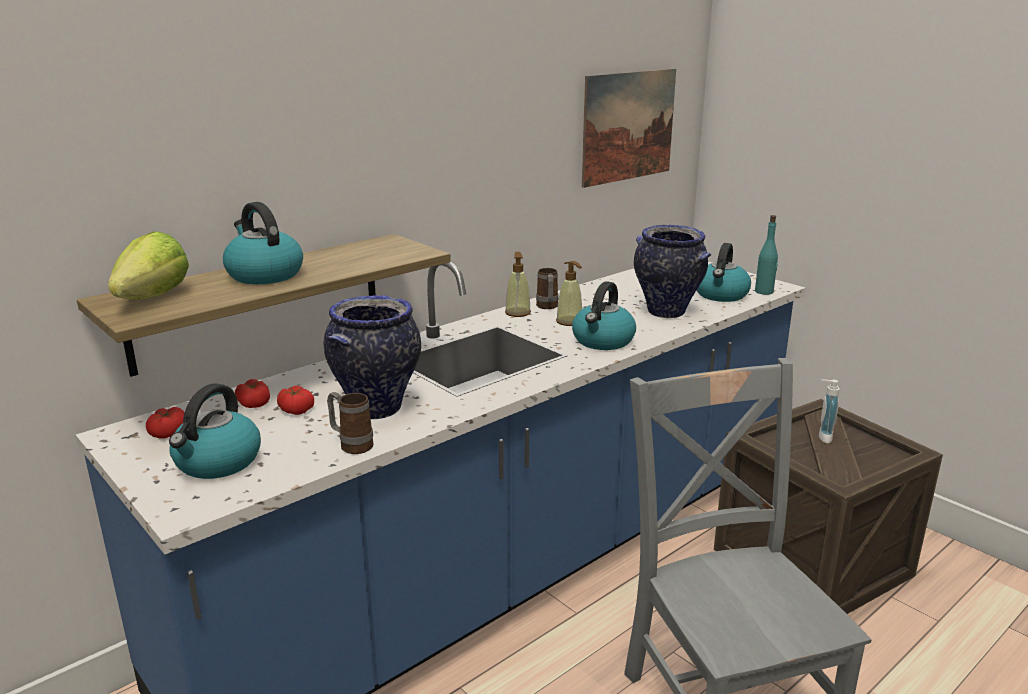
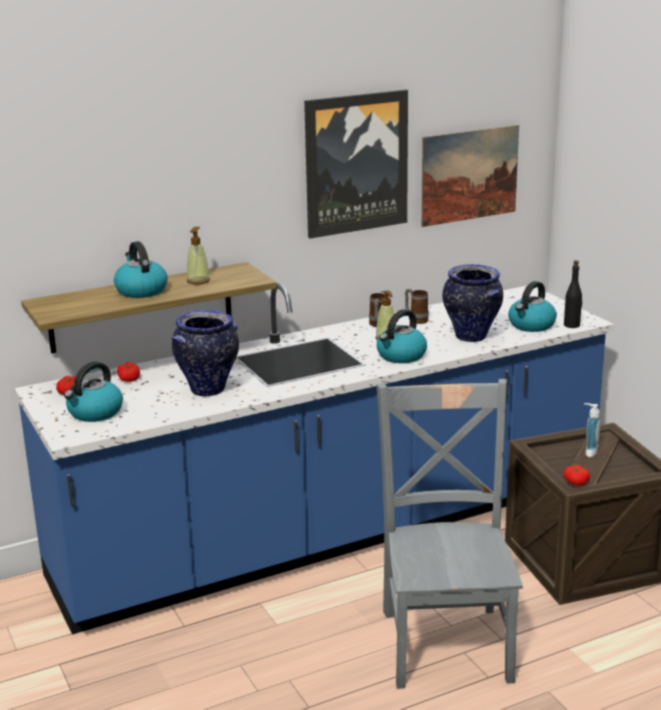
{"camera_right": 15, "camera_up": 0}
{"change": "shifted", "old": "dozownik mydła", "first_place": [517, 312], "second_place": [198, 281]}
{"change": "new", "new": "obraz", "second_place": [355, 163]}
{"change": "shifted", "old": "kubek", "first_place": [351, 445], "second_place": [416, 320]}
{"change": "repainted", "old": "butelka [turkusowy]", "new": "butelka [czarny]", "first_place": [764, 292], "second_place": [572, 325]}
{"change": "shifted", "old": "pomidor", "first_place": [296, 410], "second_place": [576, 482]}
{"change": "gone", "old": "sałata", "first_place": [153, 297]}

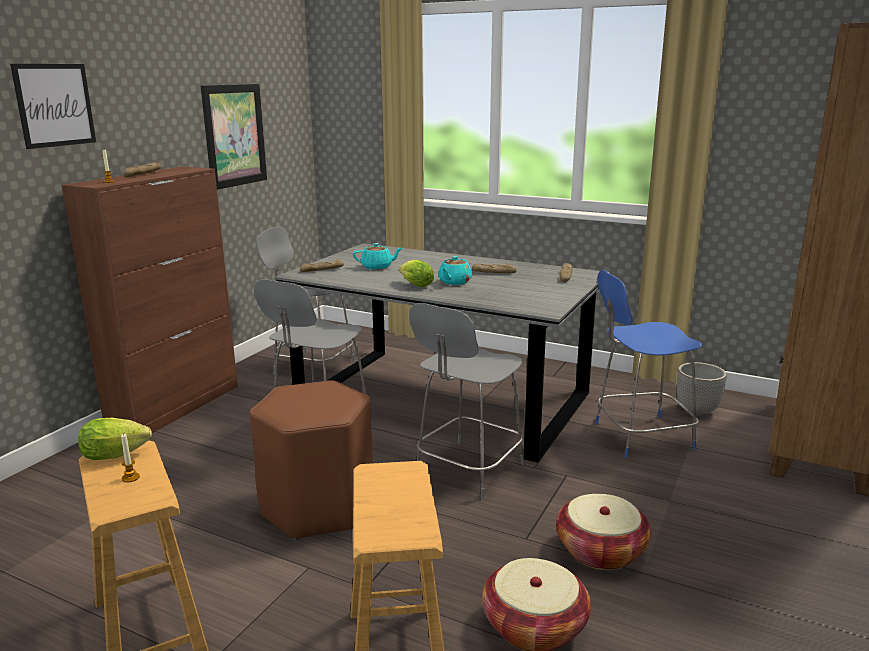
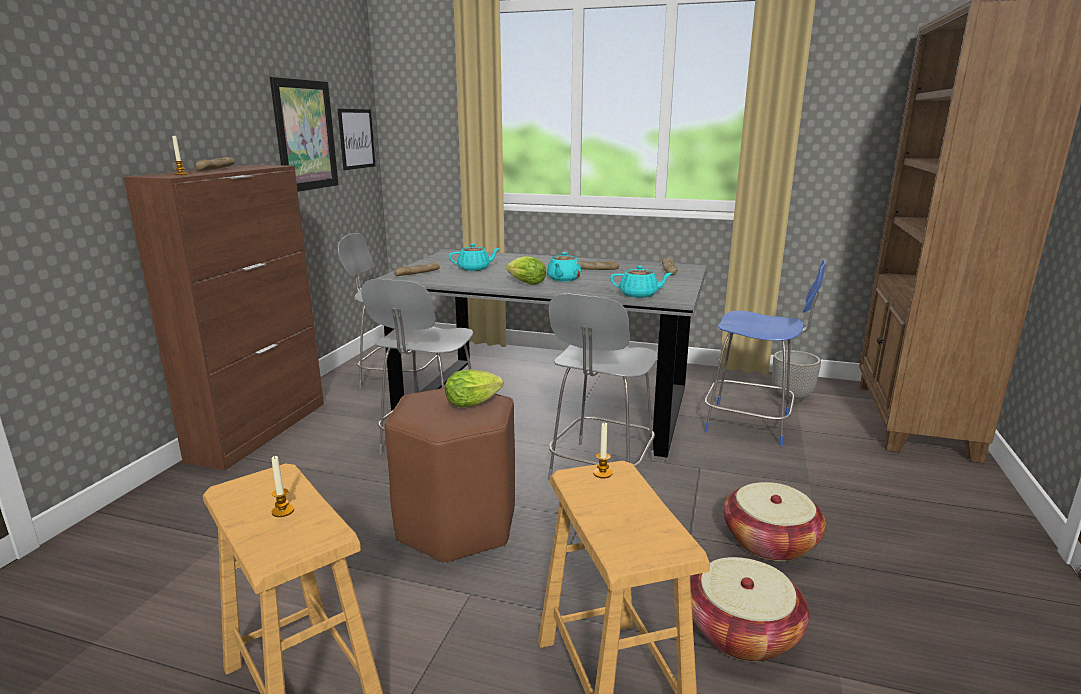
{"camera_right": -10, "camera_up": 0}
{"change": "shifted", "old": "obraz", "first_place": [54, 105], "second_place": [356, 139]}
{"change": "shifted", "old": "sałata", "first_place": [119, 455], "second_place": [475, 403]}
{"change": "new", "new": "świeca", "second_place": [602, 473]}
{"change": "new", "new": "imbryk [turkusowy]", "second_place": [639, 295]}
{"change": "rotated", "old": "krzesło [niebieski]", "first_place": [639, 436], "second_place": [751, 424], "degrees": -135}

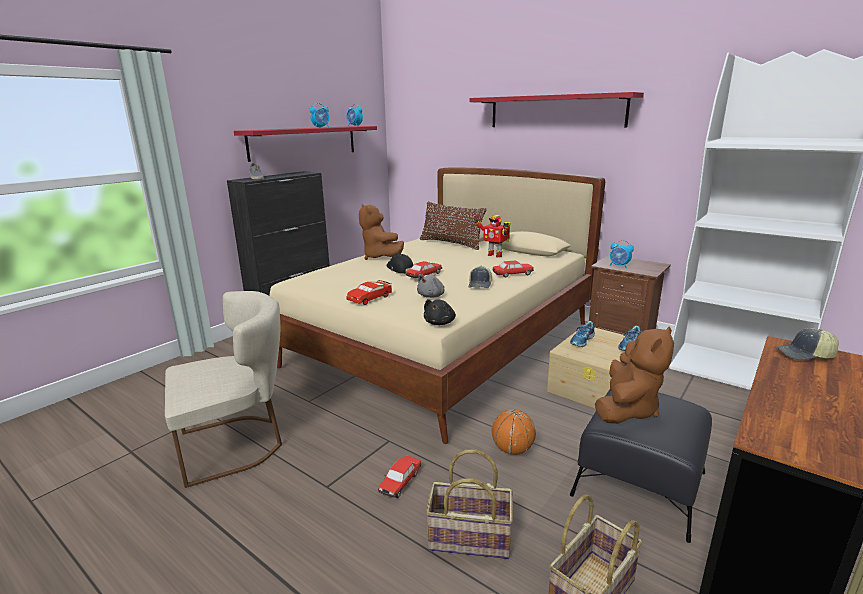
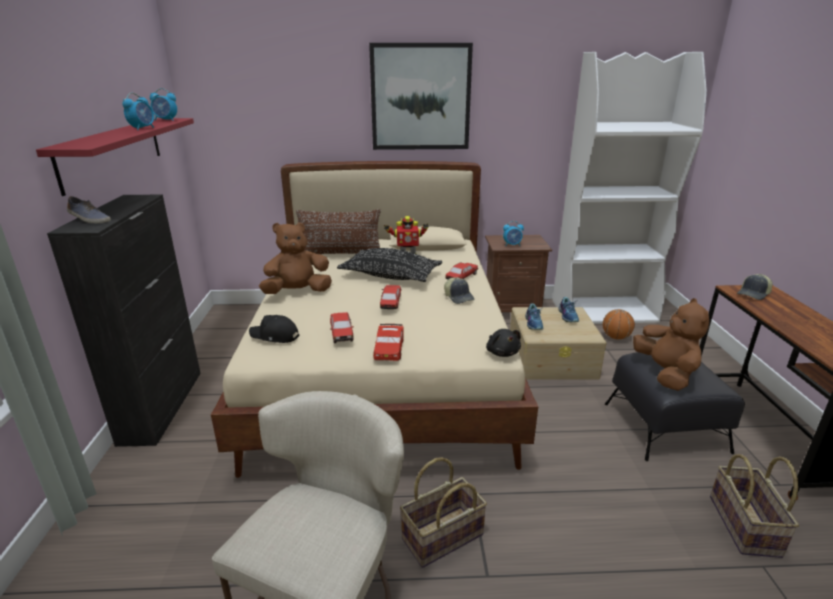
{"camera_right": -40, "camera_up": 5}
{"change": "shifted", "old": "czapka z daszkiem [czarny]", "first_place": [399, 269], "second_place": [274, 336]}
{"change": "rotated", "old": "pluszak [brązowy]", "first_place": [380, 257], "second_place": [297, 292], "degrees": 135}
{"change": "shifted", "old": "samochodzik", "first_place": [400, 482], "second_place": [341, 333]}
{"change": "new", "new": "poduszka [czarny]", "second_place": [390, 276]}
{"change": "swapped", "old": "półka [czerwony]", "new": "obraz", "first_place": [555, 111], "second_place": [420, 97]}
{"change": "shifted", "old": "koszyk", "first_place": [469, 539], "second_place": [443, 538]}
{"change": "shifted", "old": "piłka do koszykówki", "first_place": [512, 450], "second_place": [615, 337]}
{"change": "gone", "old": "pluszak [szary]", "first_place": [432, 296]}

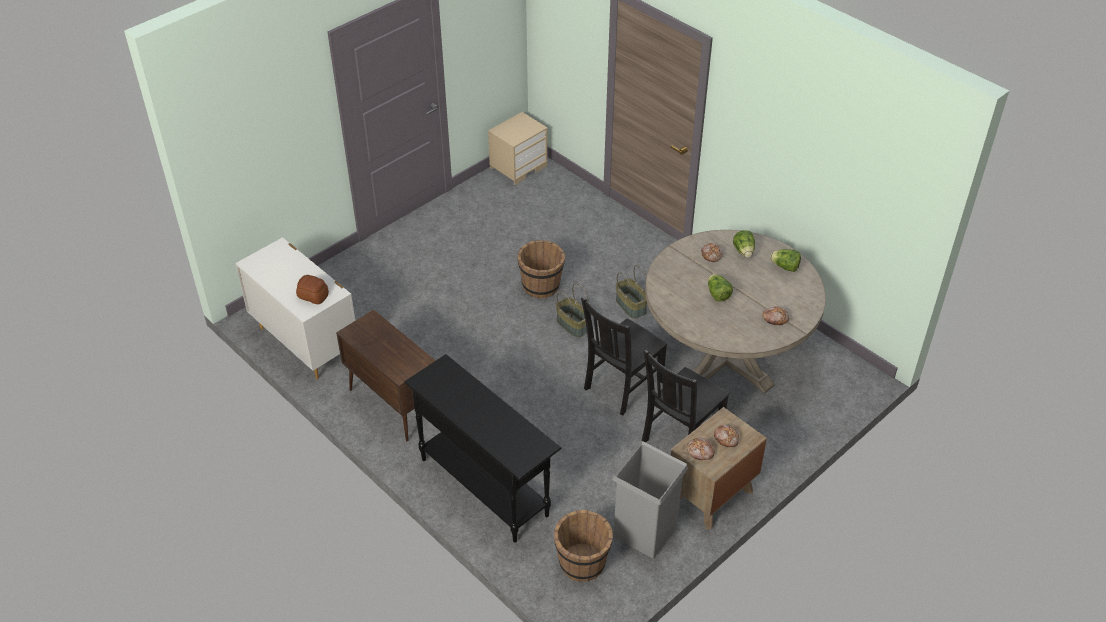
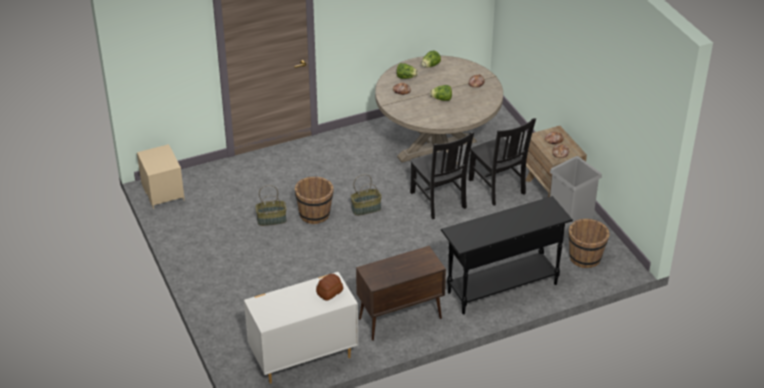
{"camera_right": -70, "camera_up": -5}
{"change": "shifted", "old": "koszyk", "first_place": [631, 306], "second_place": [272, 219]}

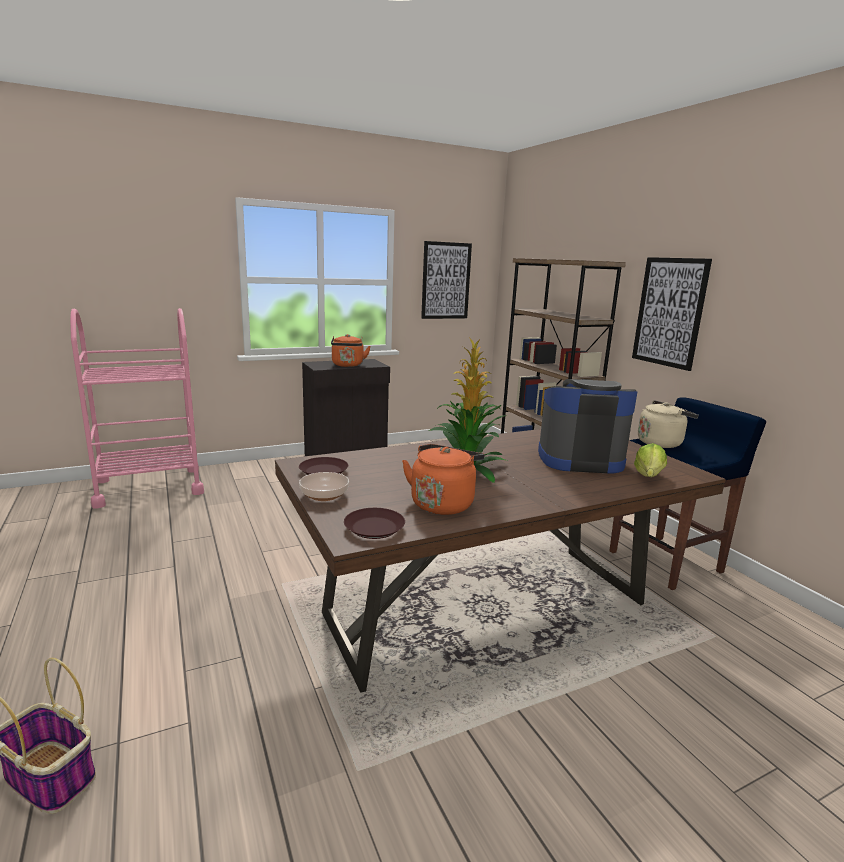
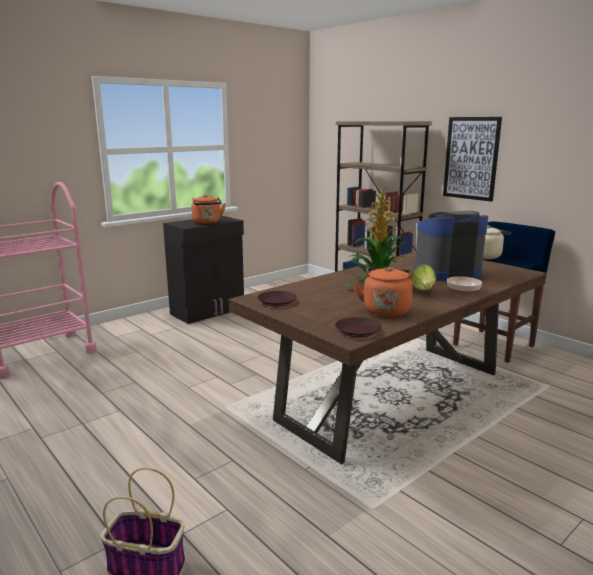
{"camera_right": -15, "camera_up": 0}
{"change": "shifted", "old": "sałata", "first_place": [647, 478], "second_place": [423, 292]}
{"change": "shifted", "old": "miska", "first_place": [324, 495], "second_place": [463, 291]}
{"change": "gone", "old": "obraz", "first_place": [446, 281]}

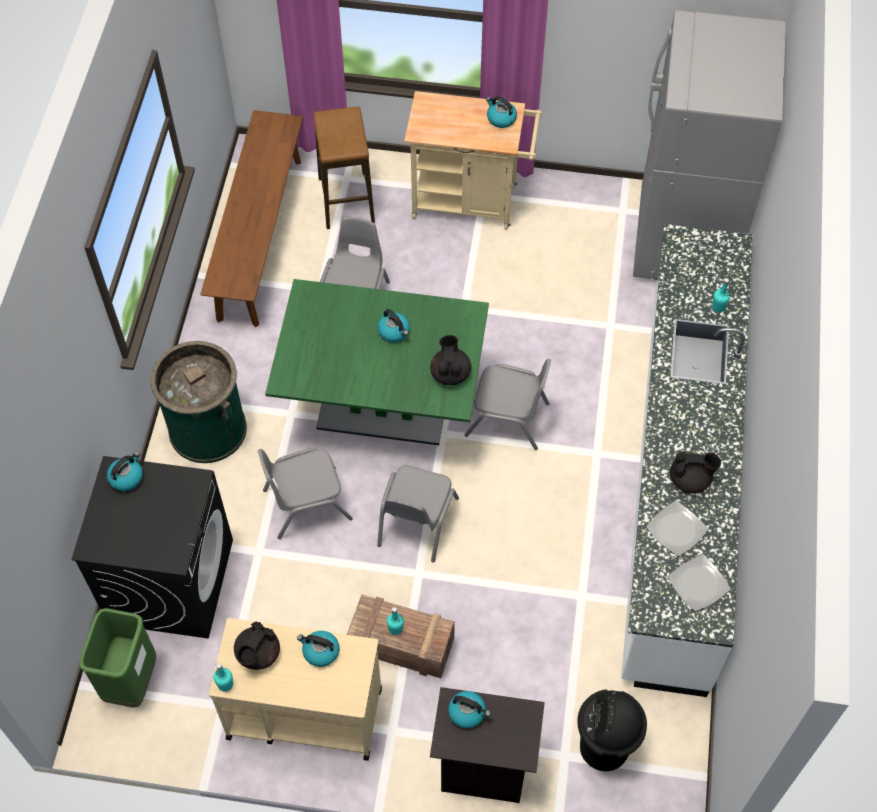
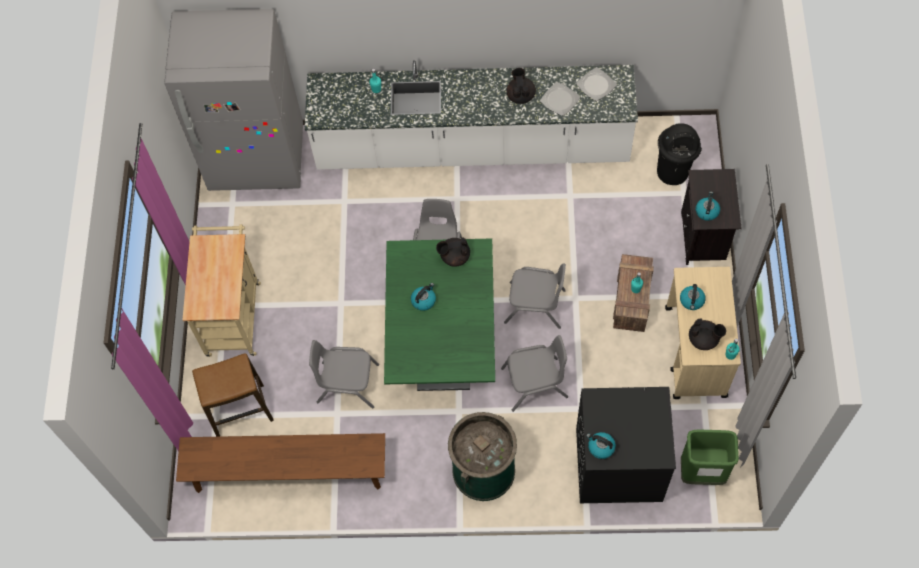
{"camera_right": -95, "camera_up": 5}
{"change": "rotated", "old": "krzesło [szary]", "first_place": [306, 503], "second_place": [535, 383], "degrees": -75}
{"change": "gone", "old": "czajnik", "first_place": [500, 118]}

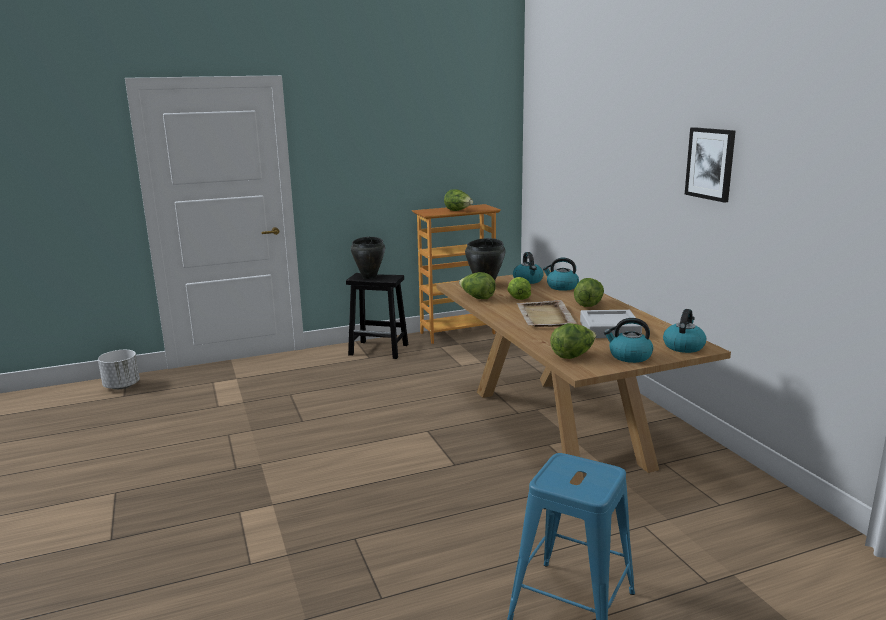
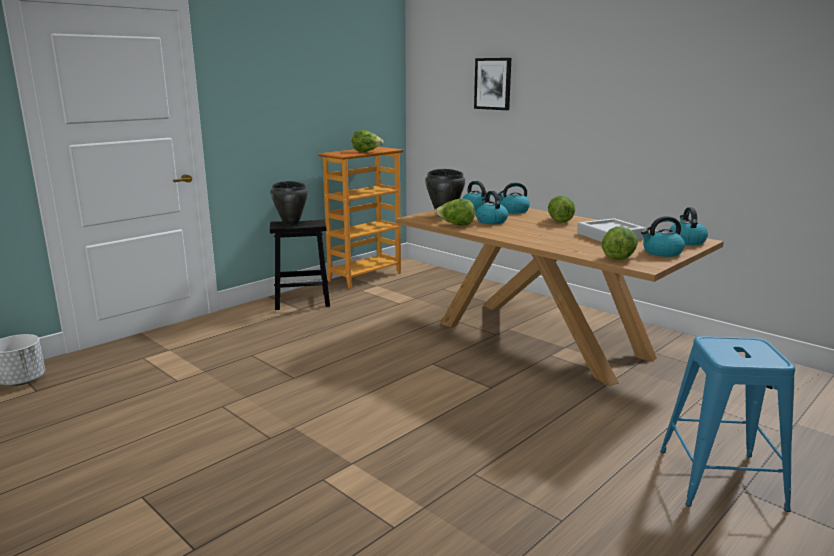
{"camera_right": -25, "camera_up": 0}
{"change": "shifted", "old": "obraz", "first_place": [710, 163], "second_place": [493, 84]}
{"change": "swapped", "old": "sałata", "new": "czajnik", "first_place": [518, 297], "second_place": [491, 221]}
{"change": "gone", "old": "taca [beżowy]", "first_place": [545, 316]}

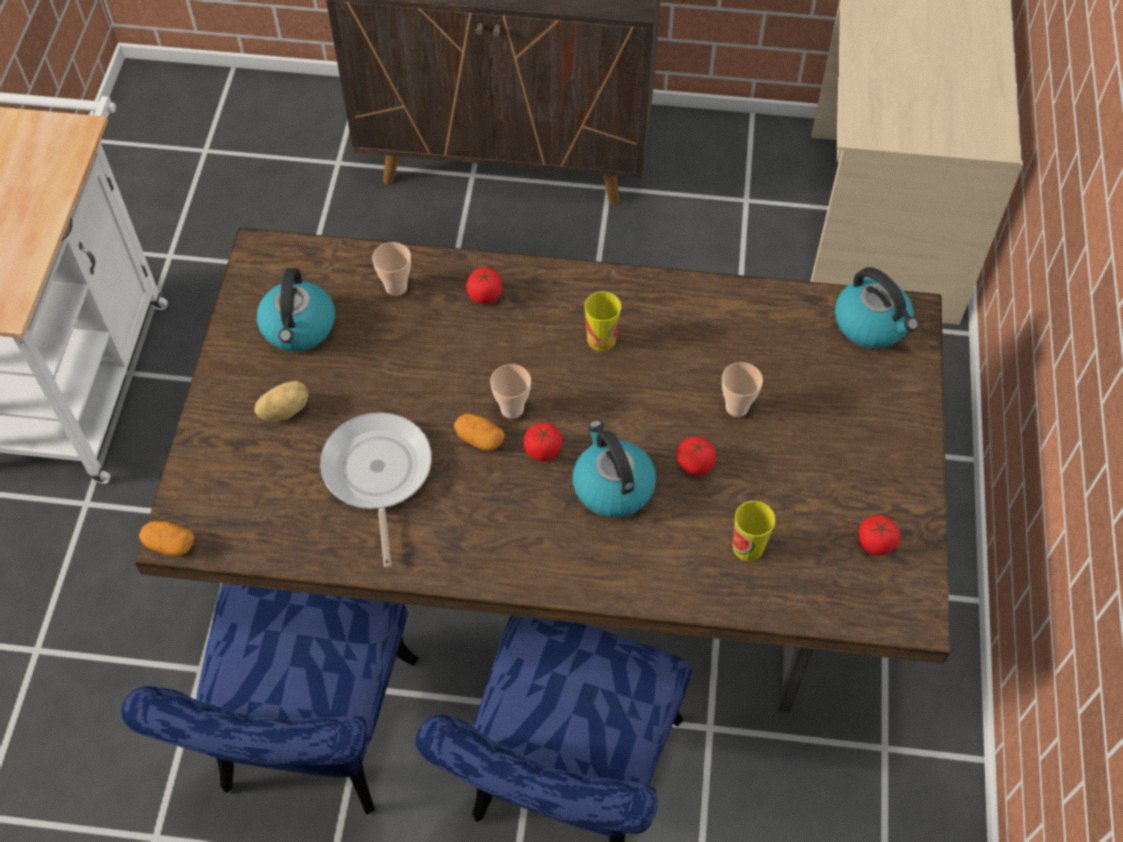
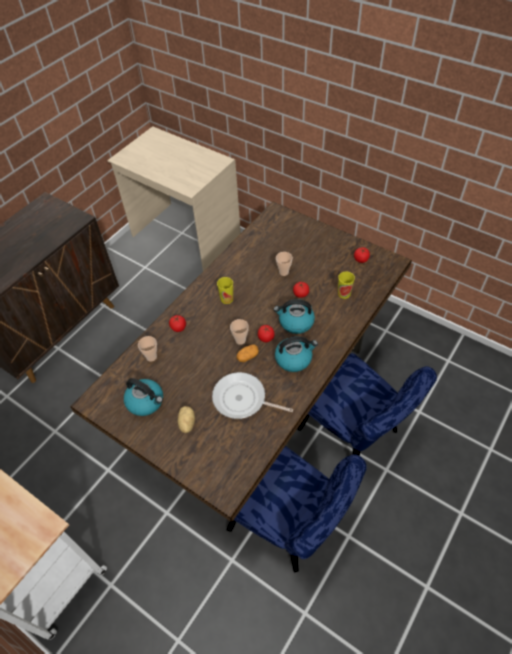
{"camera_right": -60, "camera_up": -5}
{"change": "shifted", "old": "czajnik", "first_place": [872, 324], "second_place": [294, 359]}
{"change": "gone", "old": "ziemniak", "first_place": [170, 544]}

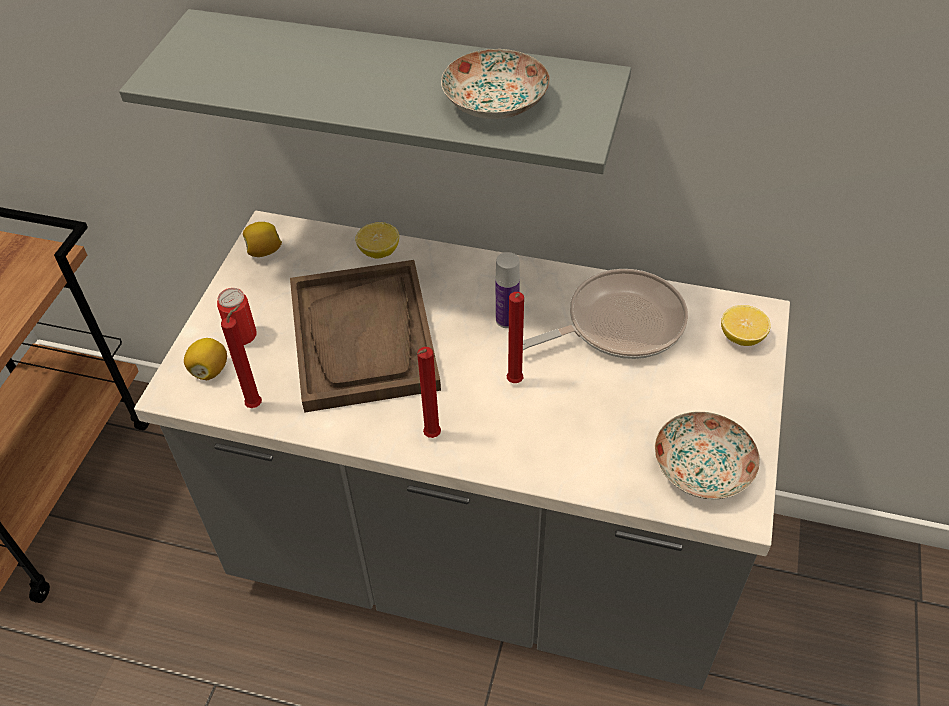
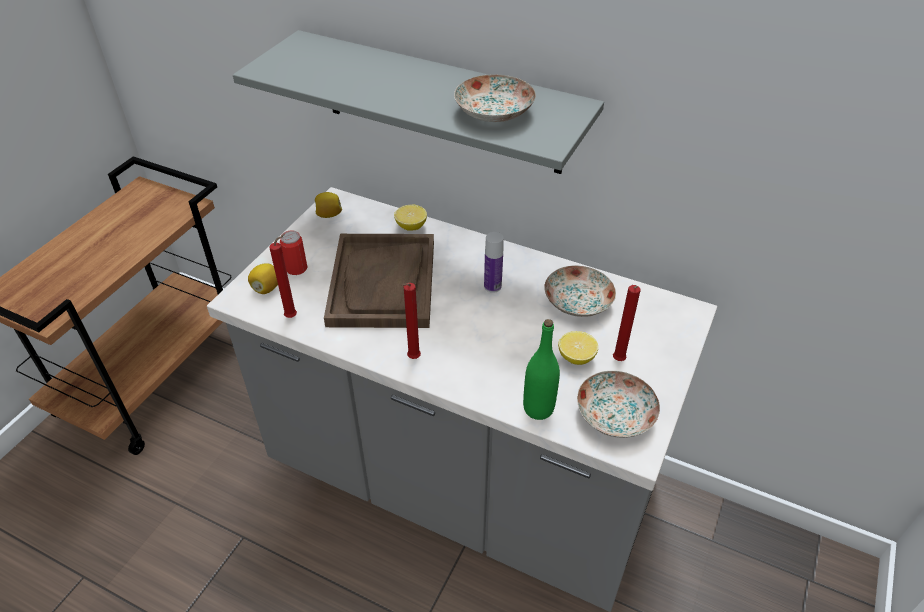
{"camera_right": 10, "camera_up": -5}
{"change": "new", "new": "butelka [zielony]", "second_place": [538, 408]}
{"change": "swapped", "old": "patelnia", "new": "talerz", "first_place": [618, 324], "second_place": [577, 302]}
{"change": "shifted", "old": "cytryna", "first_place": [741, 337], "second_place": [576, 357]}
{"change": "shifted", "old": "świeca [czerwony]", "first_place": [514, 383], "second_place": [618, 361]}

